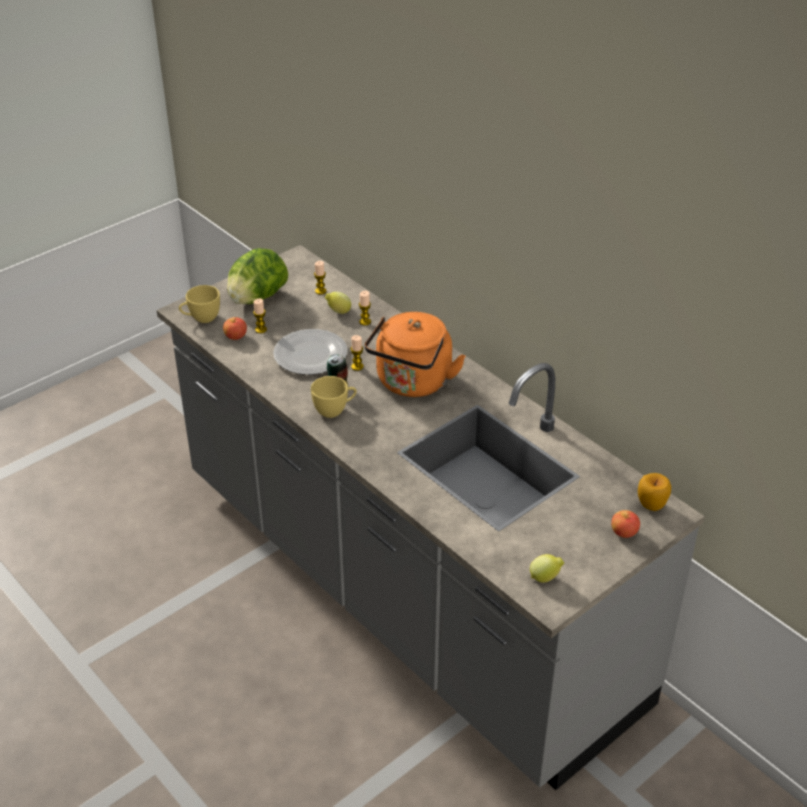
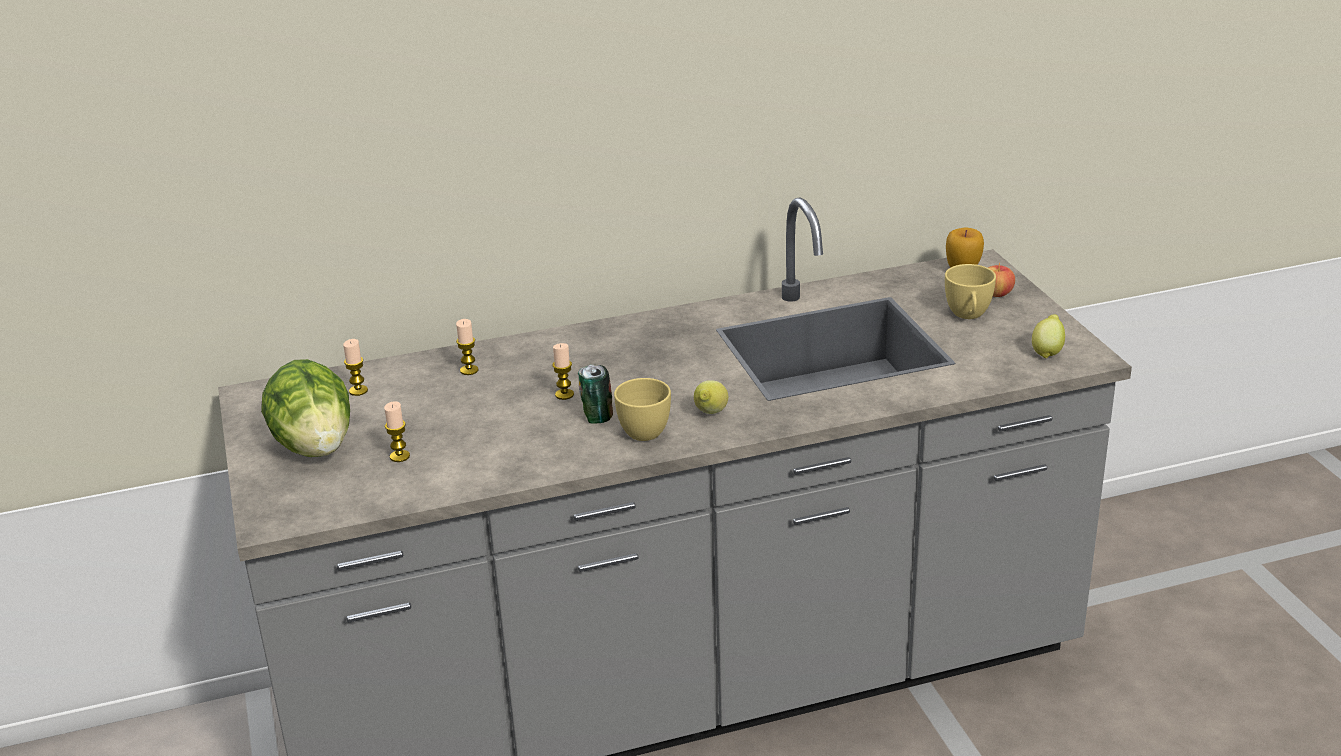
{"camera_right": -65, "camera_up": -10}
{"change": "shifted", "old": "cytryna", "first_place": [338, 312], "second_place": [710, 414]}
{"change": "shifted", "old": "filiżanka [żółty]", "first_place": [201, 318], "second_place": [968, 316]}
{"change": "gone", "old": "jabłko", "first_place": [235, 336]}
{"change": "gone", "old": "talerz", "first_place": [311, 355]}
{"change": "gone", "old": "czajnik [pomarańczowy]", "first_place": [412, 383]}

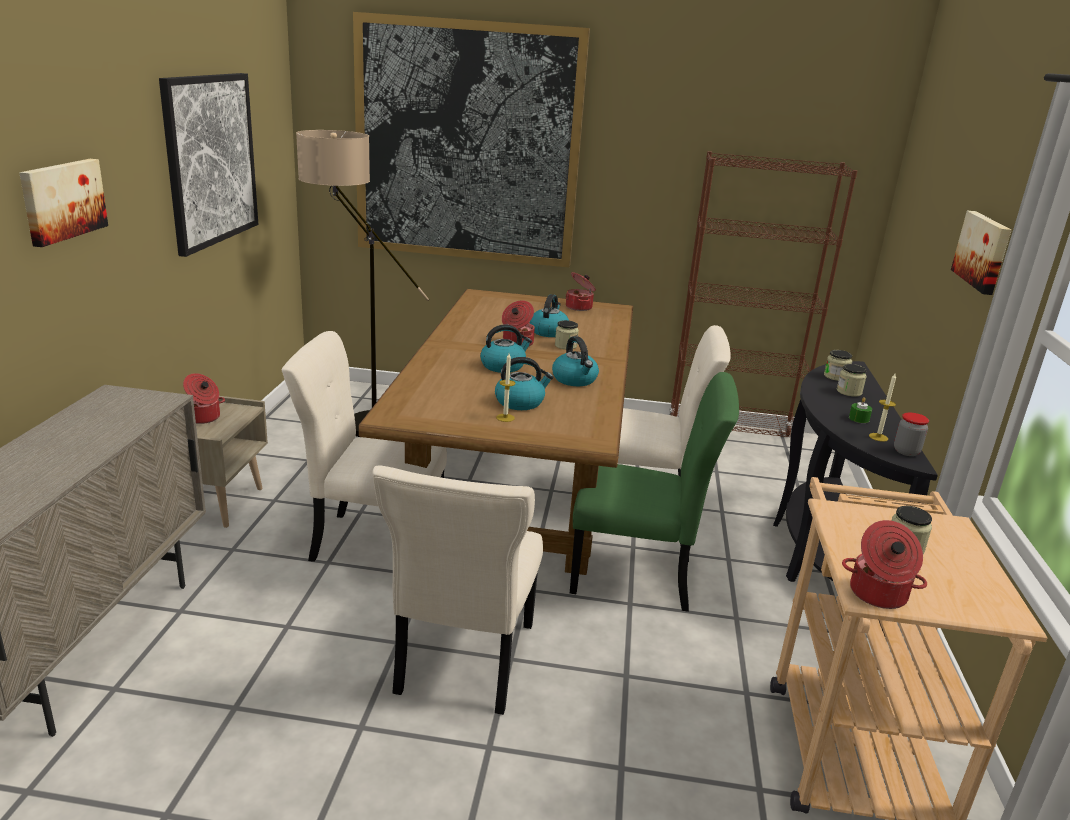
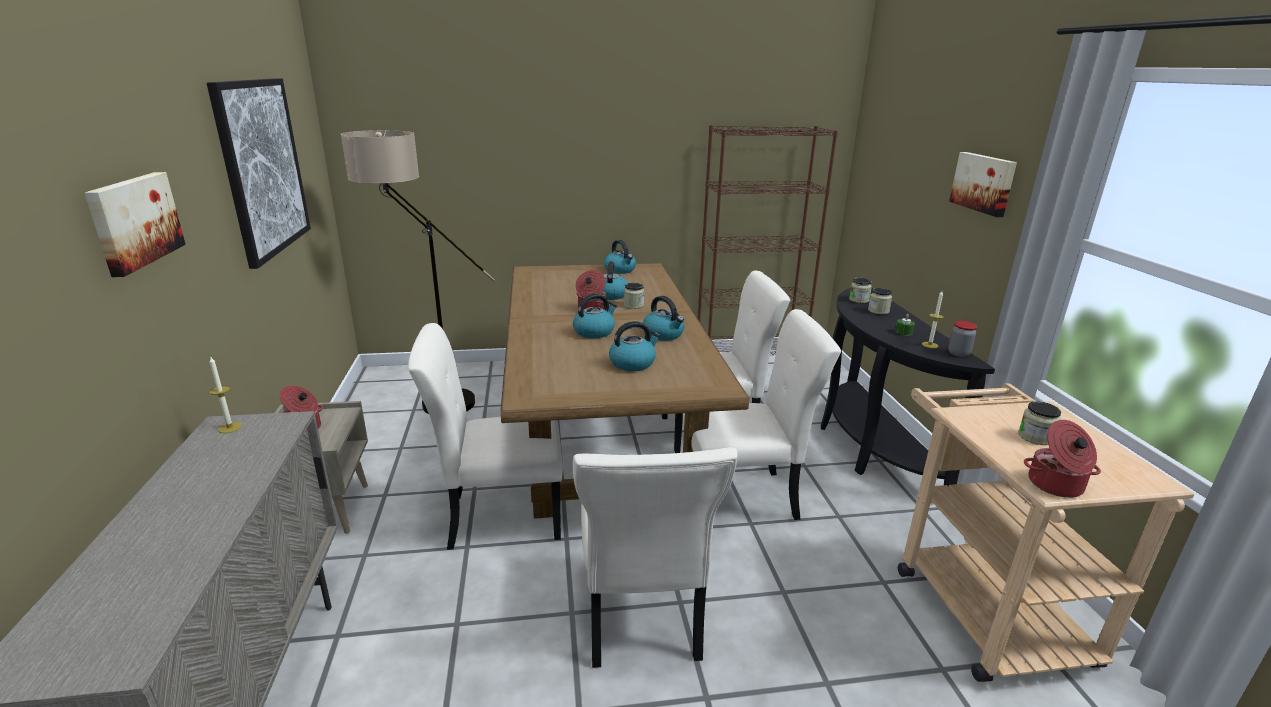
{"camera_right": -15, "camera_up": 0}
{"change": "shifted", "old": "świeca", "first_place": [505, 418], "second_place": [230, 427]}
{"change": "swapped", "old": "garnek", "new": "czajnik", "first_place": [579, 307], "second_place": [620, 270]}
{"change": "repainted", "old": "krzesło [zielony]", "new": "krzesło [beżowy]", "first_place": [638, 577], "second_place": [744, 497]}
{"change": "gone", "old": "obraz", "first_place": [468, 143]}

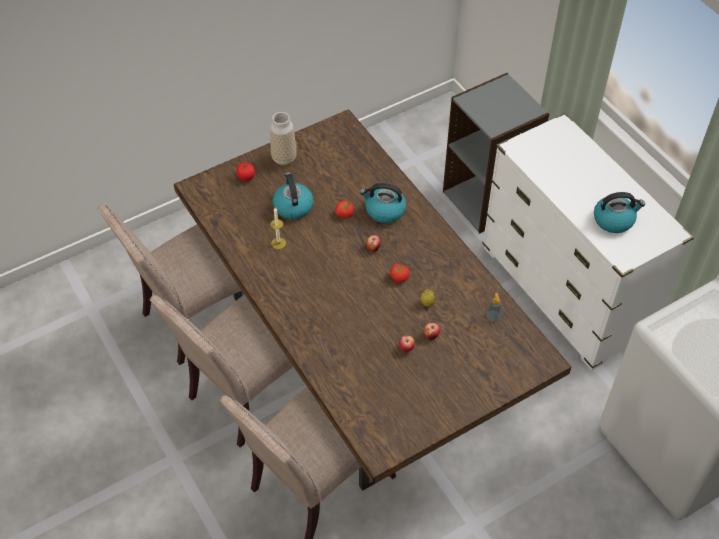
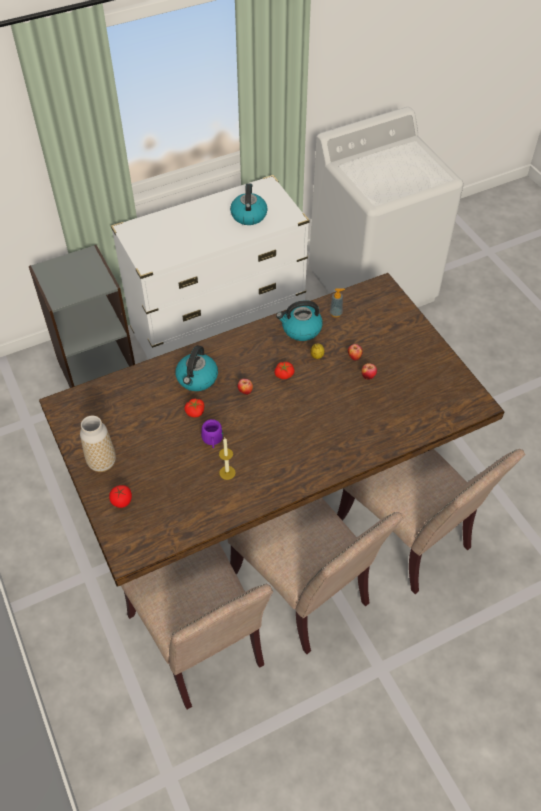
{"camera_right": -85, "camera_up": 0}
{"change": "new", "new": "kubek [fioletowy]", "second_place": [212, 441]}
{"change": "shifted", "old": "czajnik", "first_place": [293, 206], "second_place": [301, 329]}

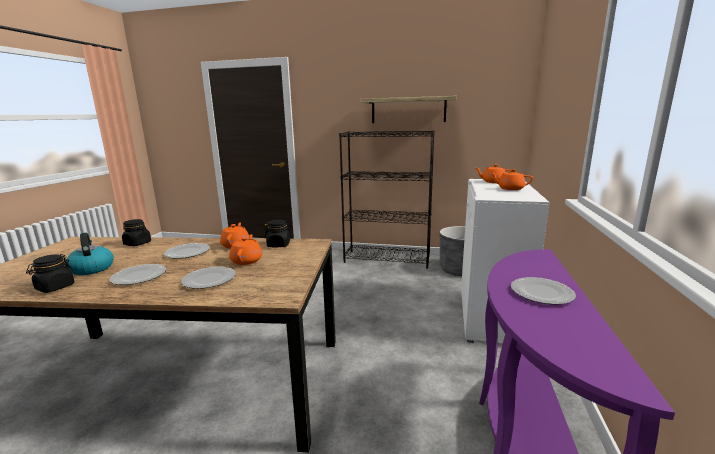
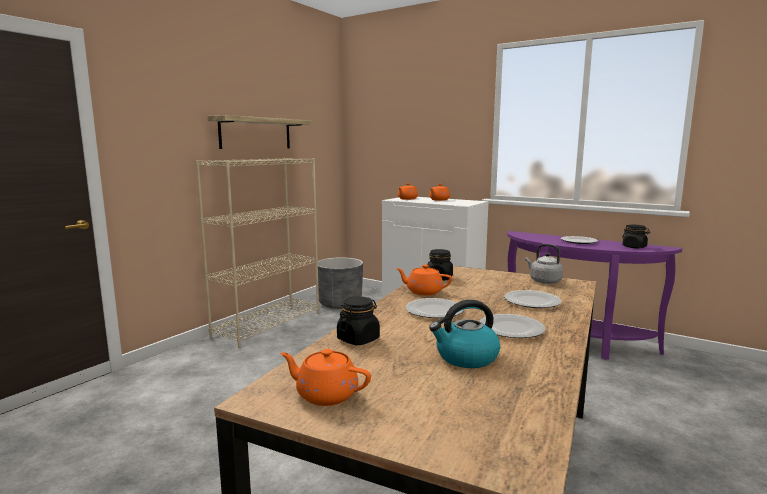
{"camera_right": -70, "camera_up": -5}
{"change": "repainted", "old": "regał [czarny]", "new": "regał [beżowy]", "first_place": [387, 259], "second_place": [268, 324]}
{"change": "shifted", "old": "imbryk [pomarańczowy]", "first_place": [247, 260], "second_place": [325, 395]}
{"change": "new", "new": "czajnik [szary]", "second_place": [543, 281]}
{"change": "shifted", "old": "słoik [czarny]", "first_place": [55, 287], "second_place": [634, 247]}

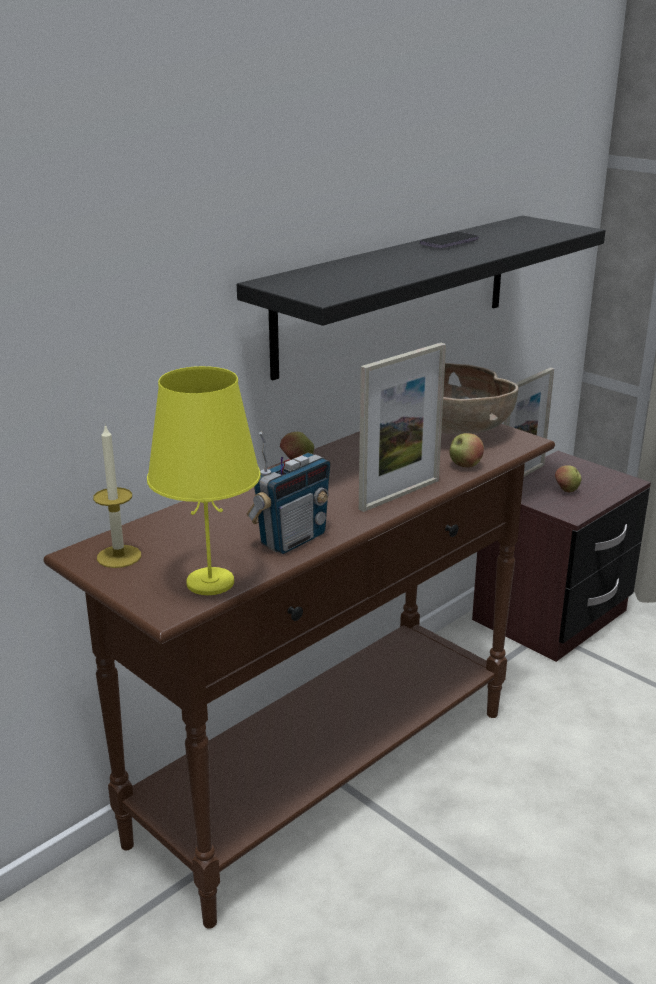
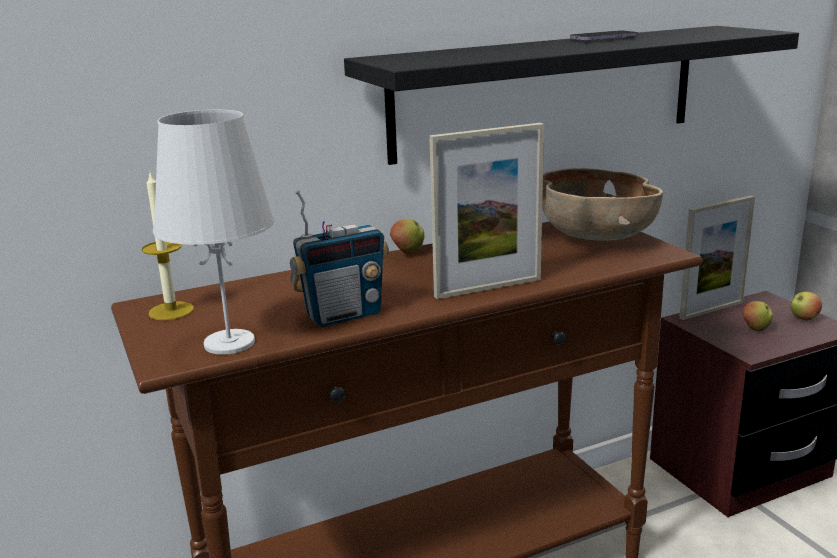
{"camera_right": 20, "camera_up": -5}
{"change": "repainted", "old": "lampa stołowa [żółty]", "new": "lampa stołowa [biały]", "first_place": [210, 583], "second_place": [229, 343]}
{"change": "shifted", "old": "jabłko", "first_place": [465, 465], "second_place": [804, 319]}

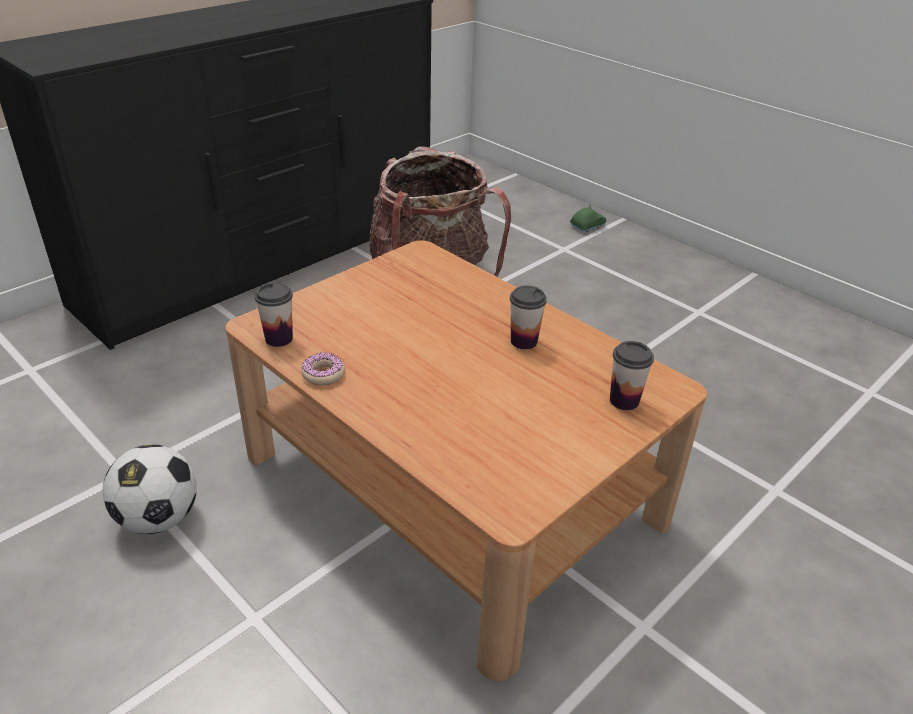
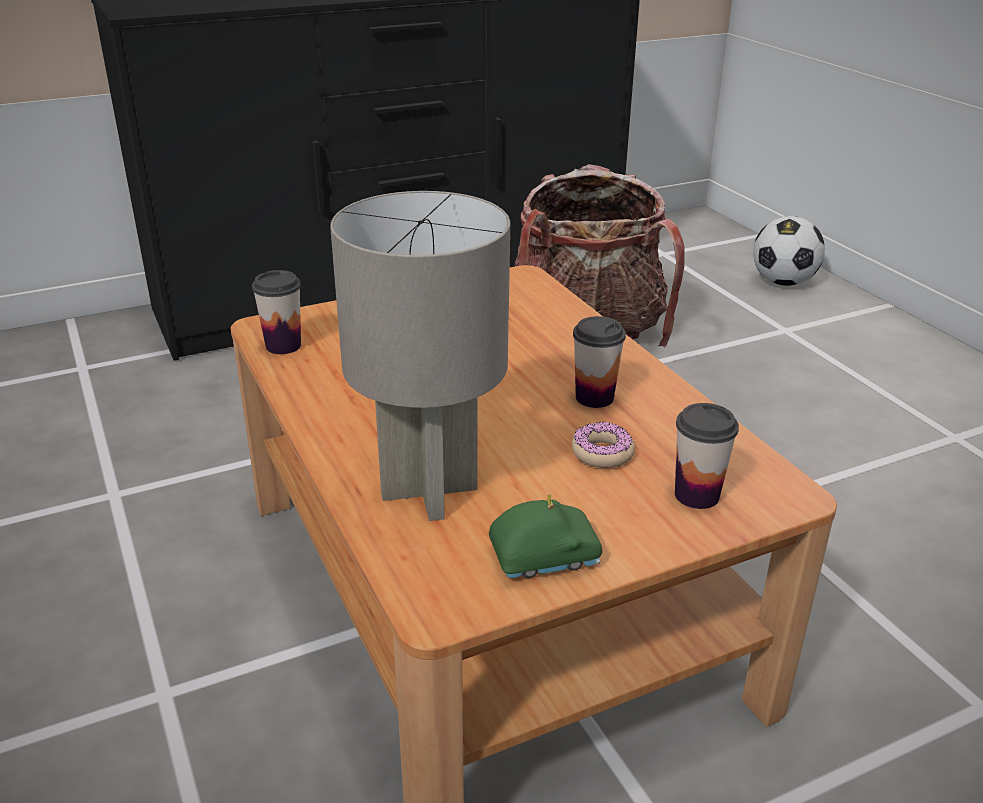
{"camera_right": 20, "camera_up": -5}
{"change": "new", "new": "lampa stołowa [szary]", "second_place": [427, 490]}
{"change": "shifted", "old": "samochodzik [zielony]", "first_place": [587, 226], "second_place": [543, 556]}
{"change": "shifted", "old": "donut", "first_place": [323, 374], "second_place": [602, 453]}
{"change": "shifted", "old": "piłka futbolowa", "first_place": [159, 518], "second_place": [783, 282]}

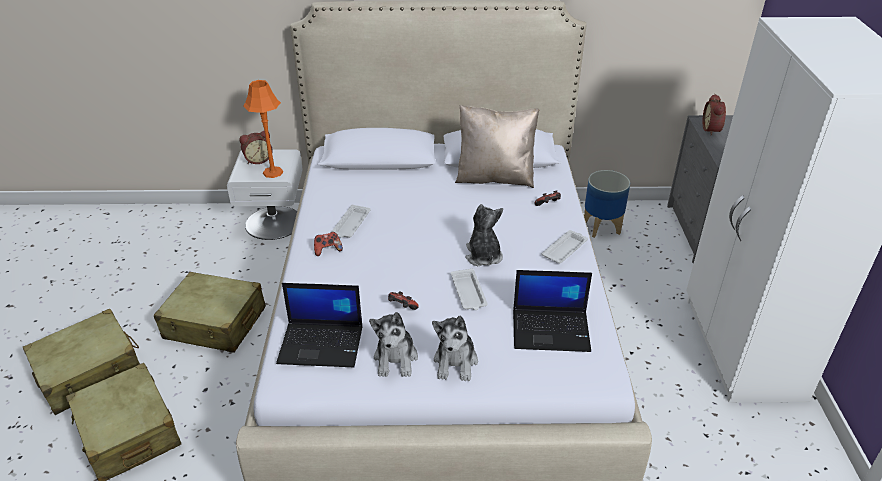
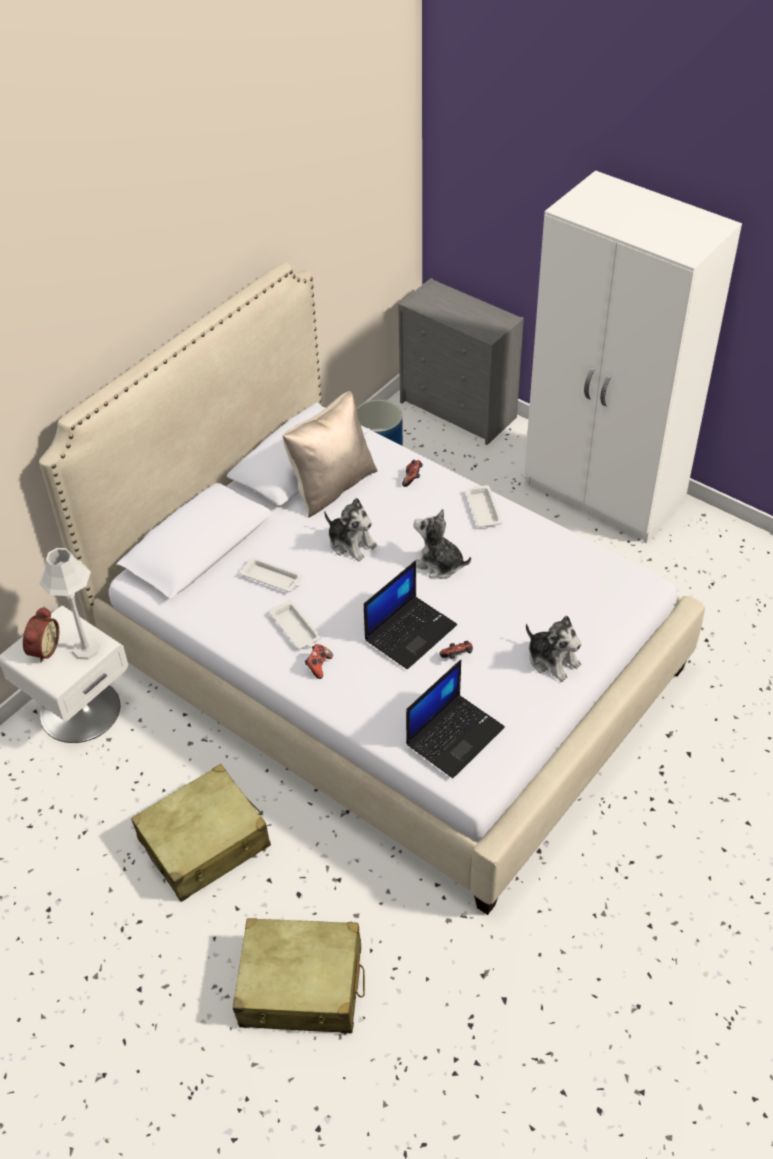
{"camera_right": -50, "camera_up": 10}
{"change": "repainted", "old": "lampa stołowa [pomarańczowy]", "new": "lampa stołowa [szary]", "first_place": [273, 172], "second_place": [86, 648]}
{"change": "shifted", "old": "taca [biały]", "first_place": [468, 293], "second_place": [272, 578]}
{"change": "shifted", "old": "pluszak", "first_place": [396, 358], "second_place": [351, 543]}
{"change": "shifted", "old": "laptop", "first_place": [551, 330], "second_place": [410, 631]}
{"change": "gone", "old": "walizka [beżowy]", "first_place": [90, 372]}
{"change": "gone", "old": "budzik", "first_place": [712, 129]}

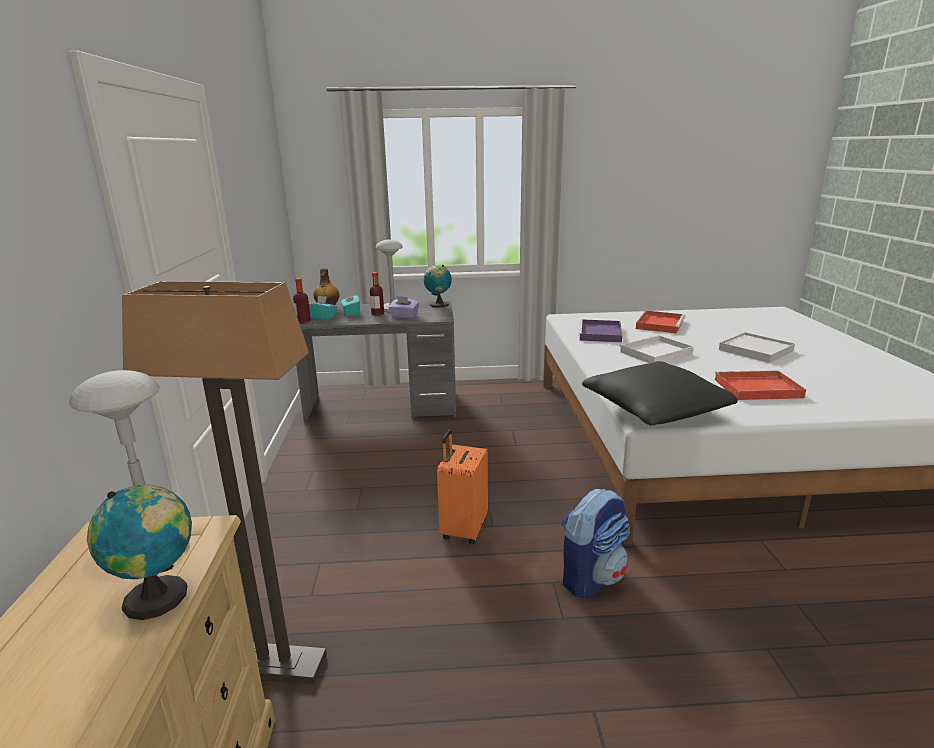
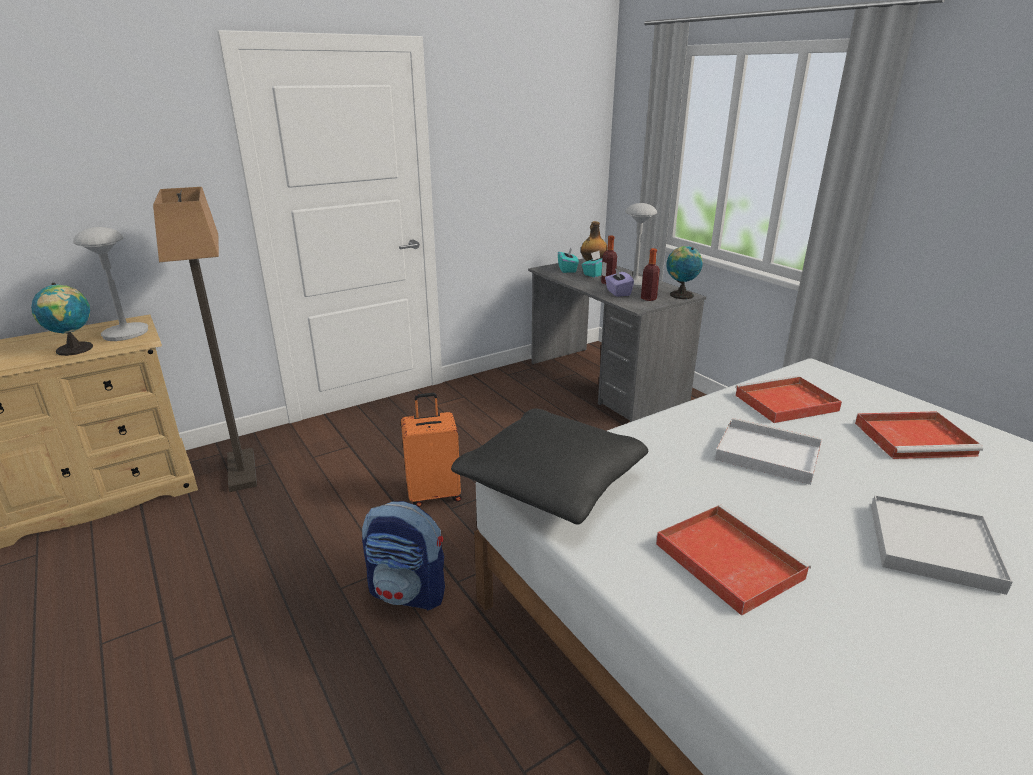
{"camera_right": 60, "camera_up": 5}
{"change": "shifted", "old": "butelka", "first_place": [303, 322], "second_place": [648, 298]}
{"change": "repainted", "old": "taca [fioletowy]", "new": "taca [czerwony]", "first_place": [600, 334], "second_place": [784, 403]}

